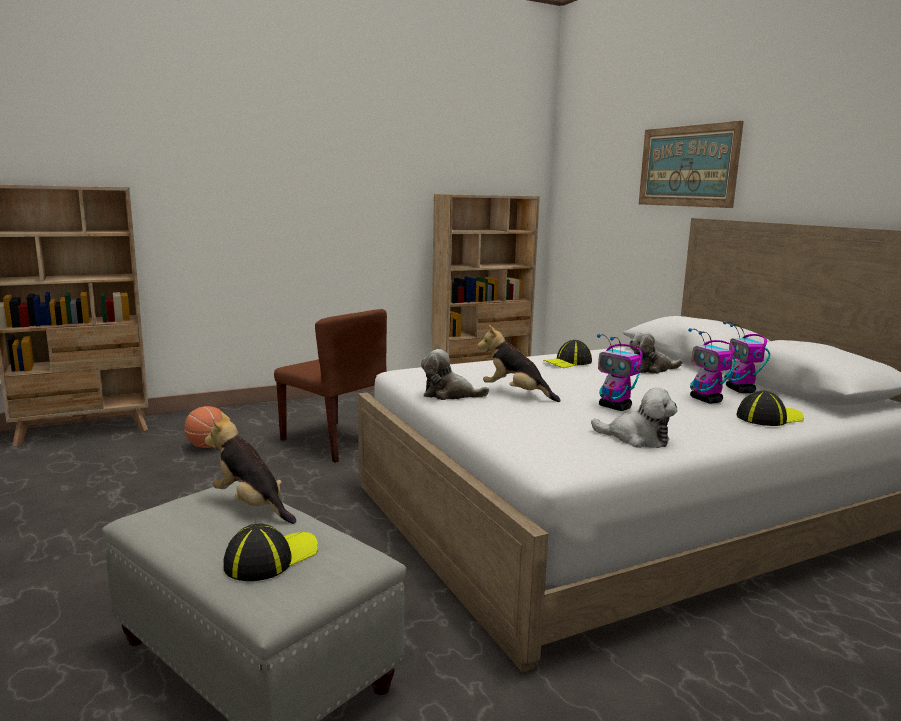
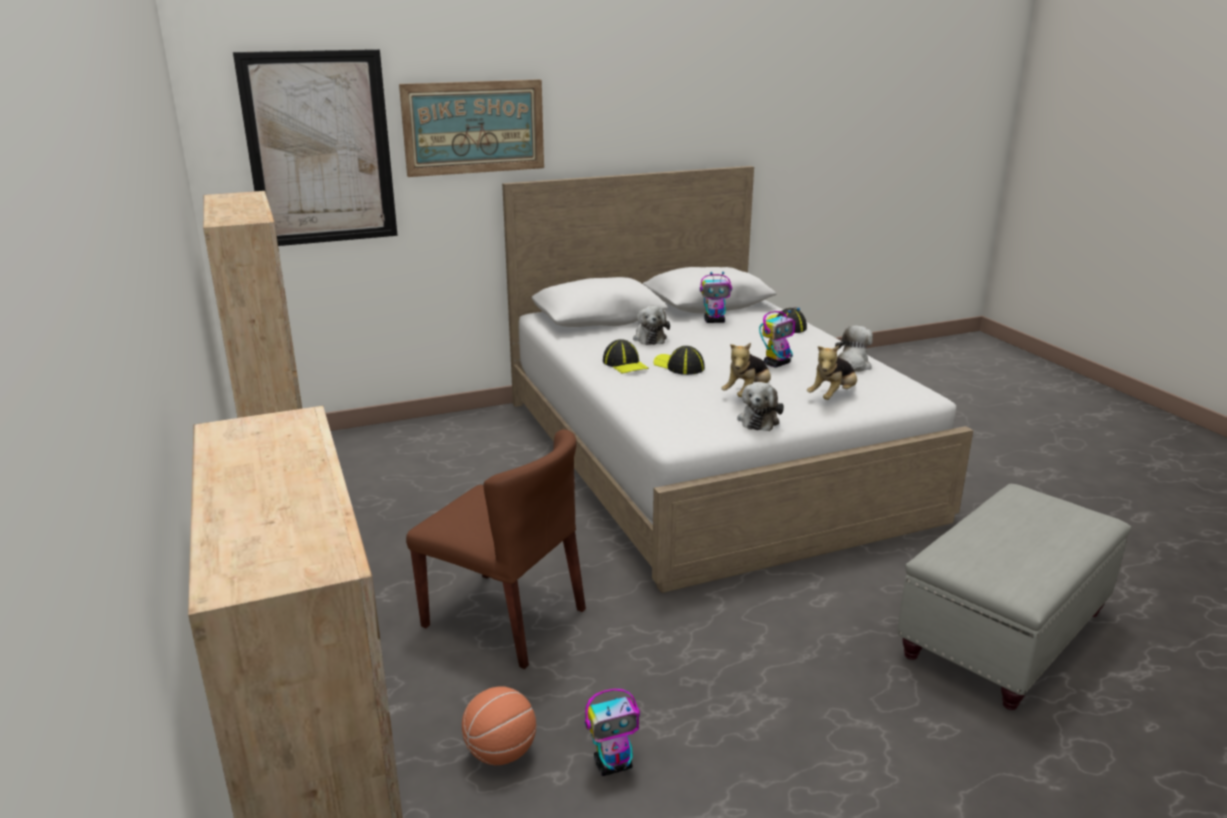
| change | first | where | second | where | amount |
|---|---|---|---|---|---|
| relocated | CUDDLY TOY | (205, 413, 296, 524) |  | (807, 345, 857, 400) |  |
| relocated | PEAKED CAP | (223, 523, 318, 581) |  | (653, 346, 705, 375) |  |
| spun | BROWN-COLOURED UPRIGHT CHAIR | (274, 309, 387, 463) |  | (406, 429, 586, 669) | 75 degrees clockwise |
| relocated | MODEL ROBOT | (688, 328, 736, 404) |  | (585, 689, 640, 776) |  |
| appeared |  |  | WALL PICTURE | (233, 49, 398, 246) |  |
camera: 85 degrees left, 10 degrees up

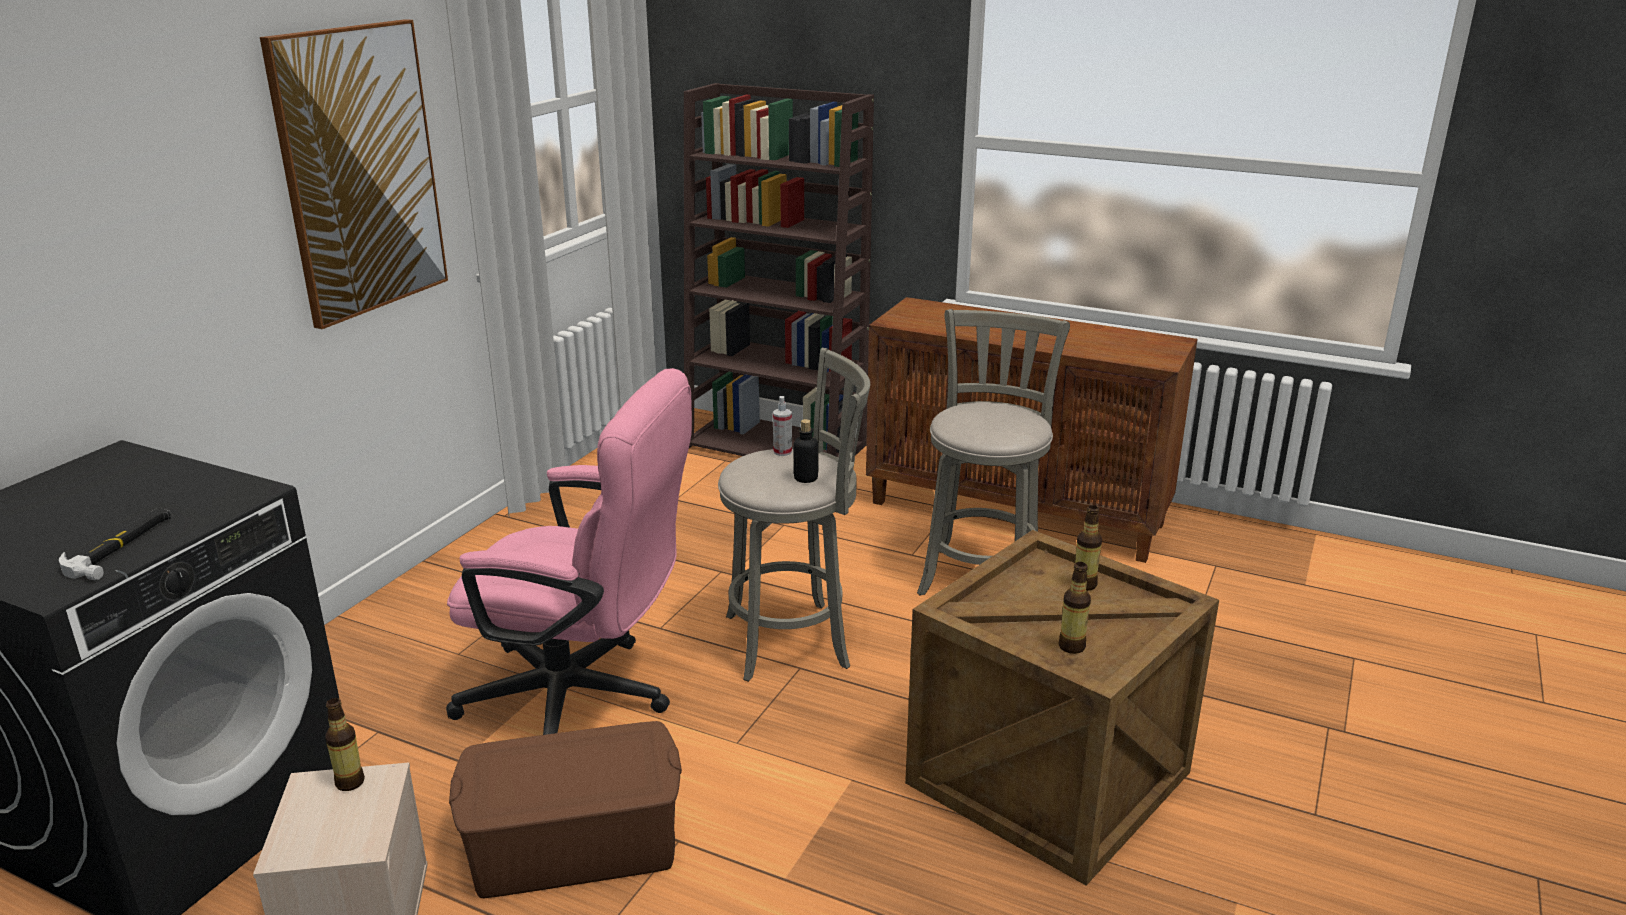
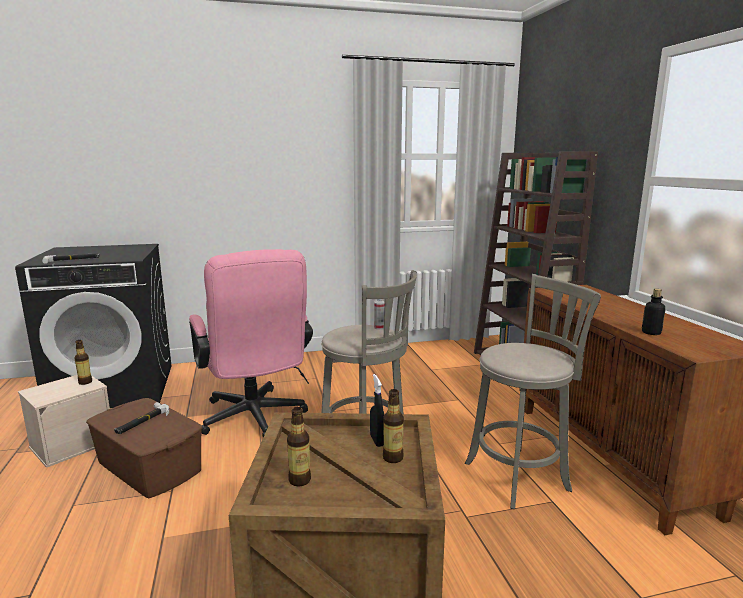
| change | first | where | second | where | amount |
|---|---|---|---|---|---|
| missing | WALL PICTURE | (260, 19, 448, 329) |  |  |  |
| relocated | BEVERAGE BOTTLE | (793, 419, 818, 483) |  | (642, 289, 665, 335) |  |
| appeared |  |  | HAMMER | (114, 402, 169, 434) |  |
| appeared |  |  | BLACKISH SPRAYER | (370, 374, 384, 447) |  |
camera: 50 degrees right, 10 degrees down

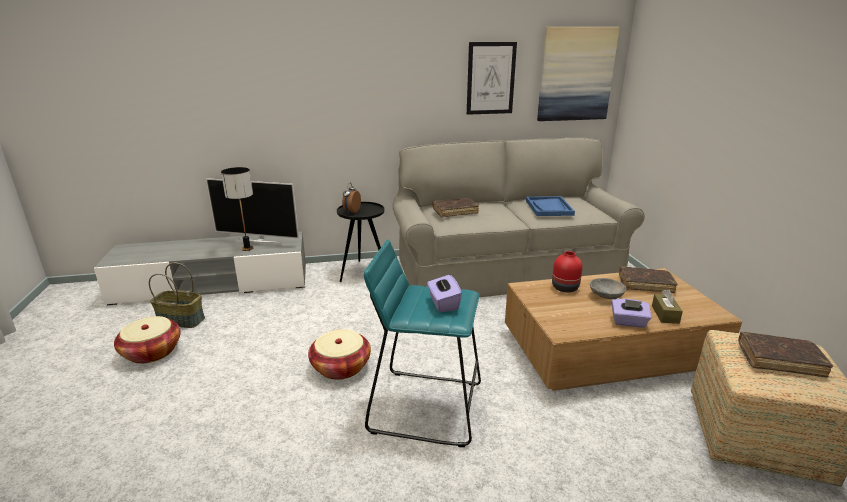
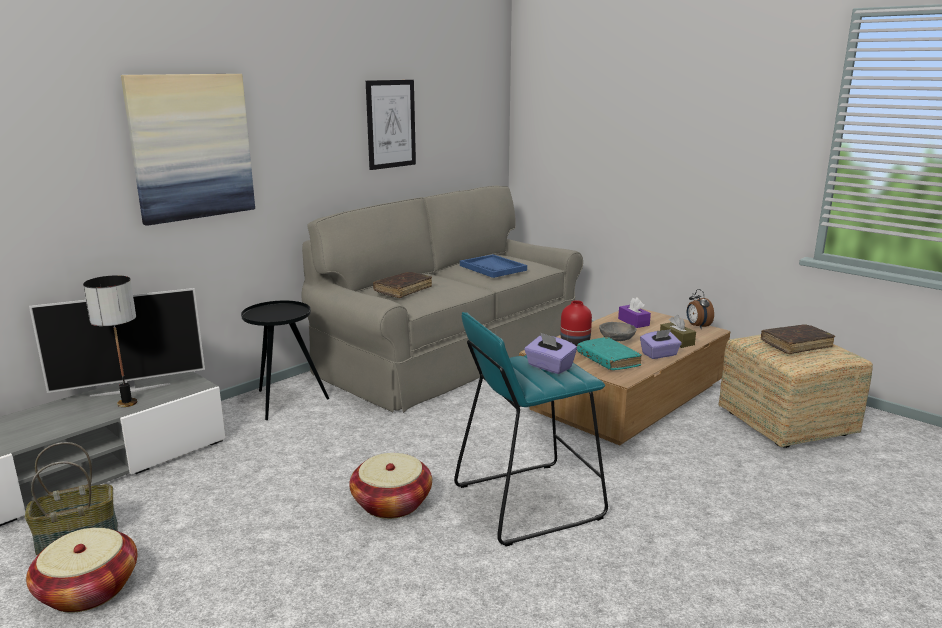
| change | first | where | second | where | amount |
|---|---|---|---|---|---|
| relocated | BEDSIDE CLOCK | (342, 183, 361, 214) |  | (687, 289, 714, 329) |  |
| relocated | WALL PICTURE | (537, 27, 620, 121) |  | (121, 74, 255, 226) |  |
| exchanged | BROWN-COLOURED VOLUME | (619, 266, 678, 293) | PURPLE BOX OF TISSUES | (618, 297, 651, 328) |  |
| appeared |  |  | TURQUOISE VOLUME | (577, 337, 642, 370) |  |
camera: 35 degrees left, 5 degrees down

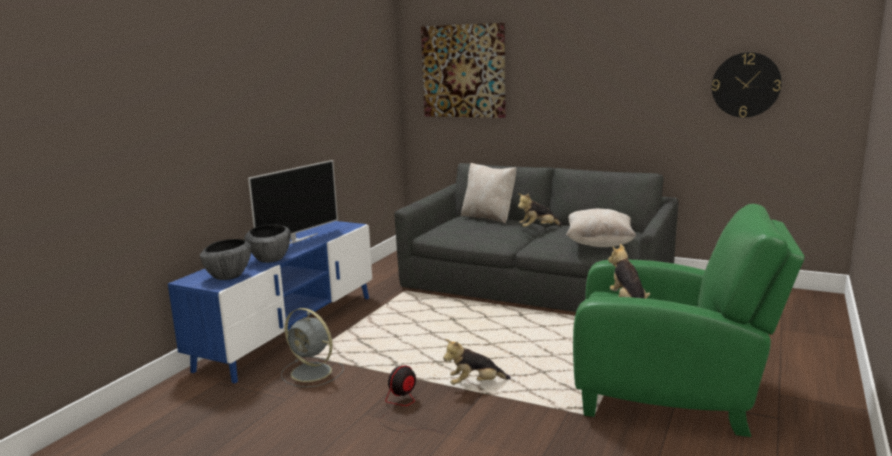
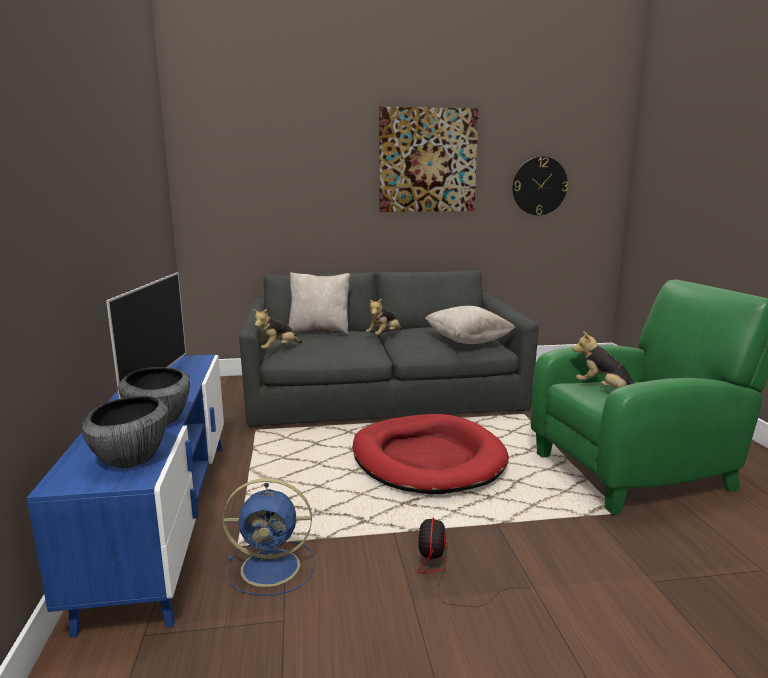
| change | first | where | second | where | amount |
|---|---|---|---|---|---|
| colour | GREYISH ELECTRIC FAN | (281, 308, 344, 387) | BLUE ELECTRIC FAN | (223, 478, 315, 595) |  |
| relocated | WALL PICTURE | (421, 23, 506, 118) |  | (379, 107, 479, 212) |  |
| relocated | CUDDLY TOY | (443, 339, 511, 385) |  | (253, 309, 302, 349) |  |
| appeared |  |  | REDDISH DOG BED | (352, 414, 509, 494) |  |
camera: 35 degrees left, 0 degrees up

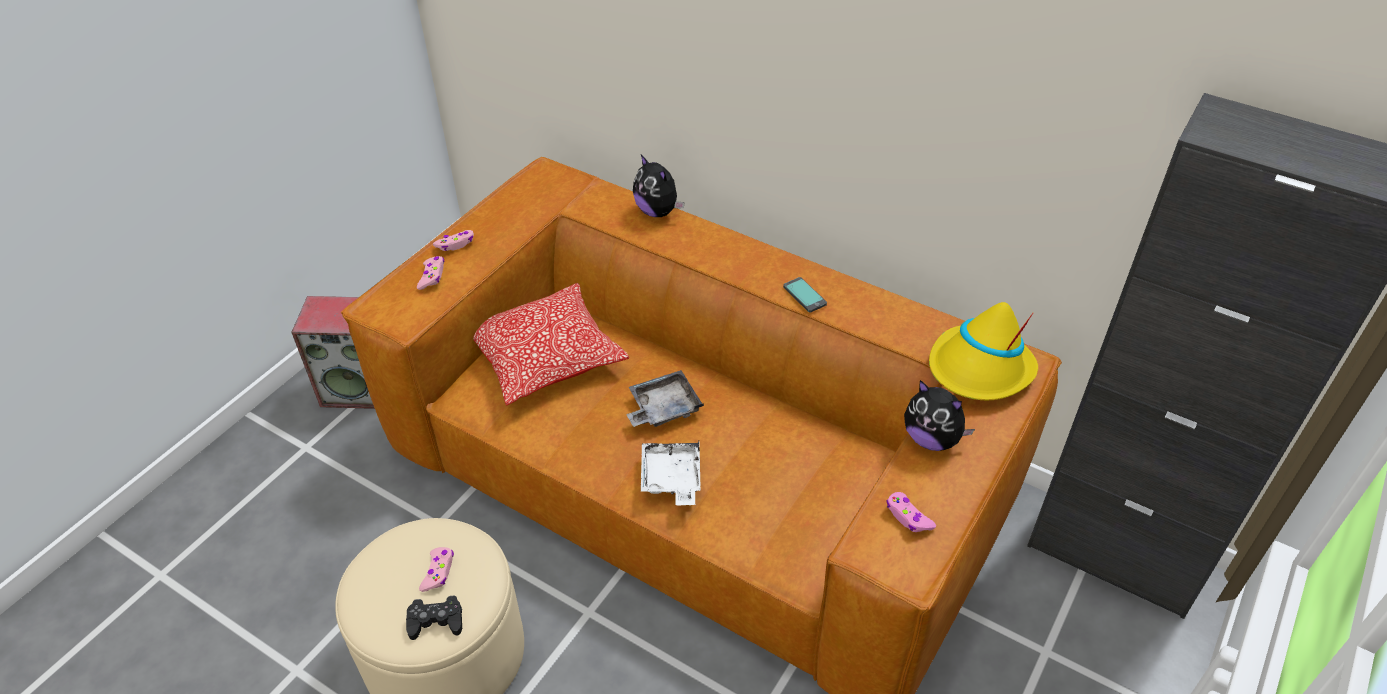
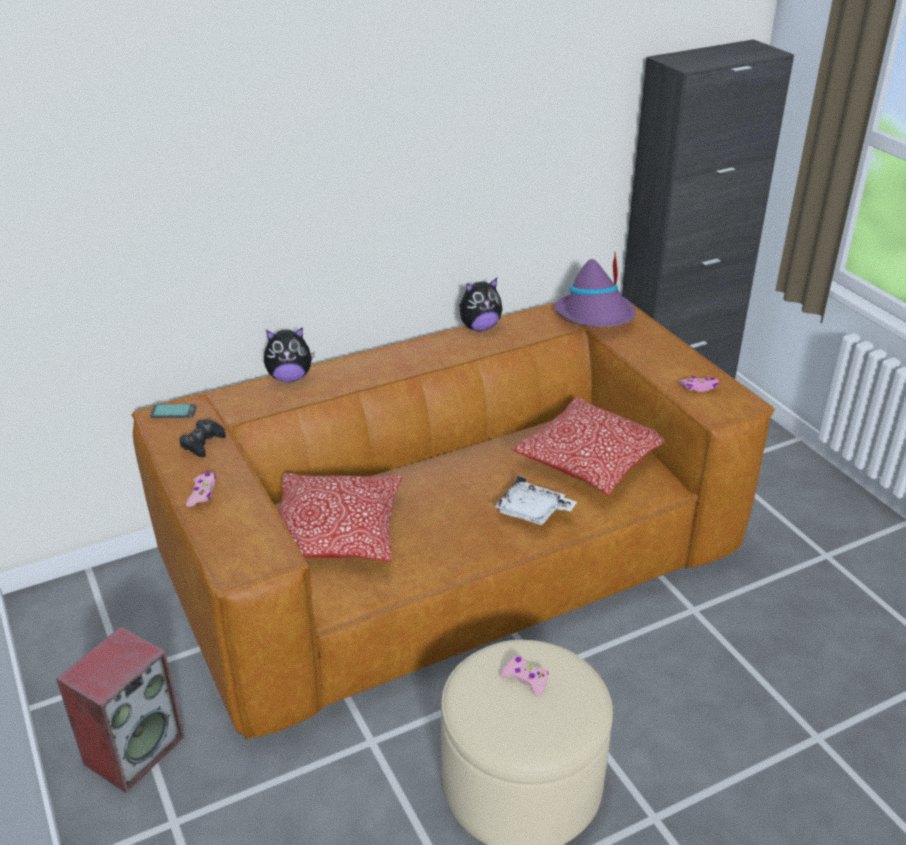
| change | first | where | second | where | amount |
|---|---|---|---|---|---|
| relocated | BLACKISH GAME CONTROLLER | (406, 595, 462, 640) |  | (179, 419, 226, 457) |  |
| missing | PINK GAME CONTROLLER | (417, 256, 444, 290) |  |  |  |
| missing | GREYISH SERVING TRAY | (626, 370, 704, 427) |  |  |  |
| relocated | HANDSET | (783, 277, 827, 312) |  | (150, 404, 196, 418) |  |
| relocated | CUDDLY TOY | (904, 380, 975, 451) |  | (459, 278, 503, 331) |  |
| colour | YELLOW CLOTHING HAT | (929, 302, 1038, 400) | PURPLE CLOTHING HAT | (555, 253, 636, 327) |  |
| appeared |  |  | THROW PILLOW | (512, 396, 665, 496) |  |
camera: 60 degrees left, 10 degrees down

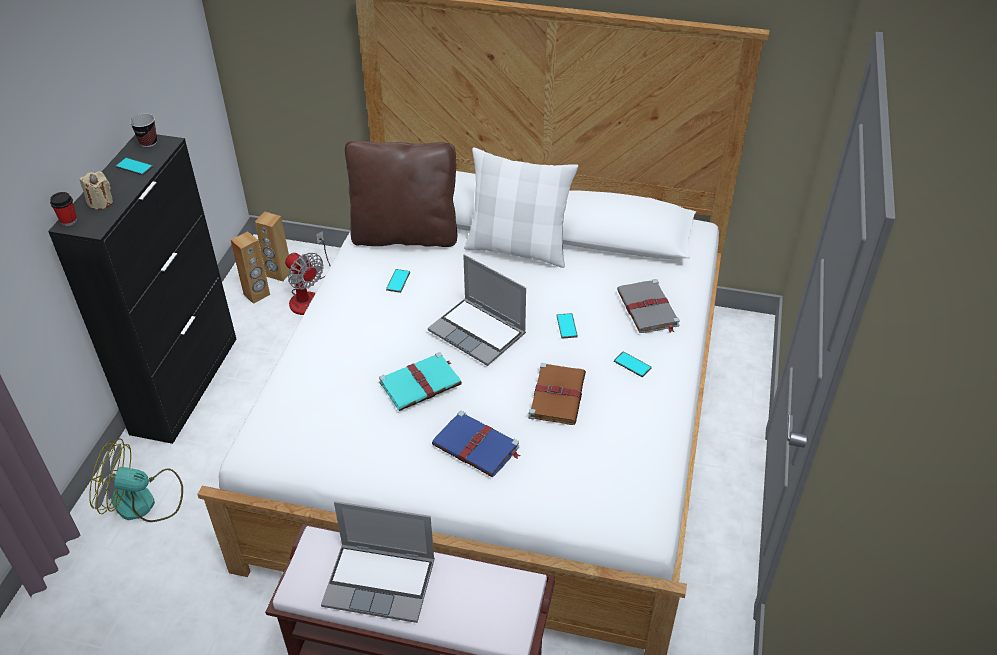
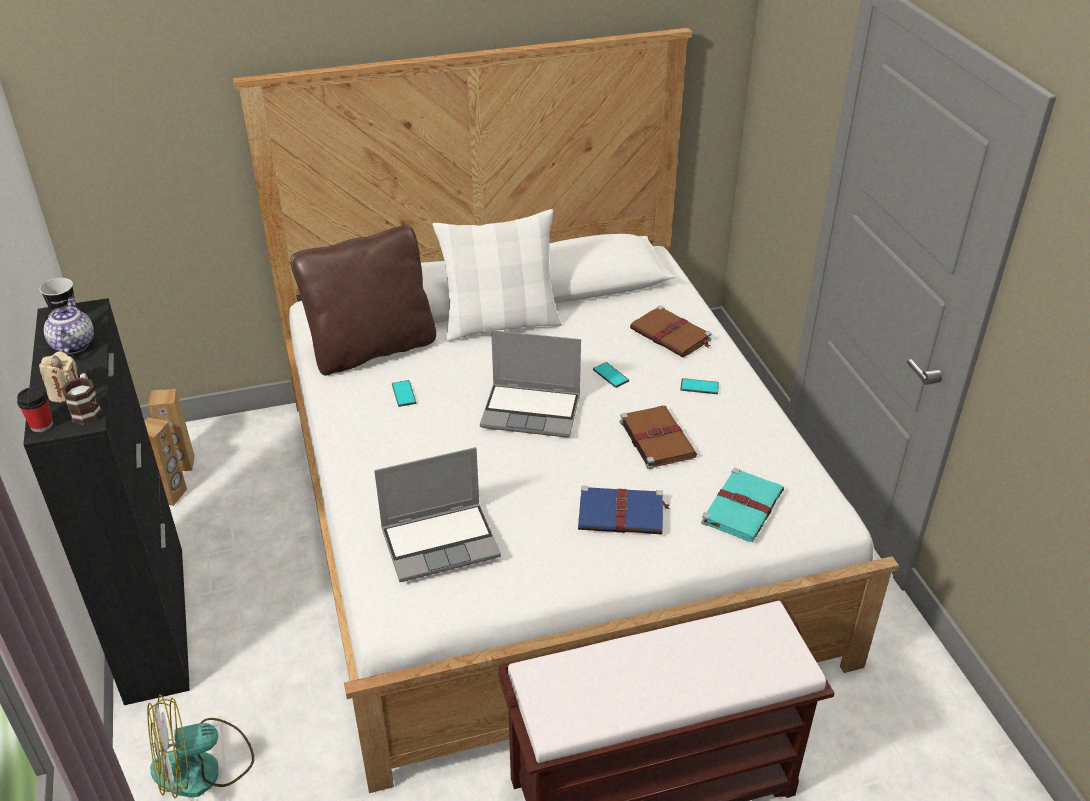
| change | first | where | second | where | amount |
|---|---|---|---|---|---|
| exchanged | HANDSET | (116, 158, 153, 176) | TEA POT | (43, 297, 94, 354) |  |
| missing | ELECTRIC FAN | (285, 231, 331, 315) |  |  |  |
| relocated | PORTABLE COMPUTER | (321, 501, 435, 623) |  | (374, 447, 501, 582) |  |
| relocated | TURQUOISE VOLUME | (379, 352, 462, 411) |  | (701, 468, 784, 542) |  |
| colour | GREYISH VOLUME | (617, 279, 680, 333) | BROWN-COLOURED VOLUME | (630, 306, 712, 357) |  |
| appeared |  |  | TEA MUG | (61, 373, 103, 425) |  |
camera: 30 degrees left, 5 degrees down

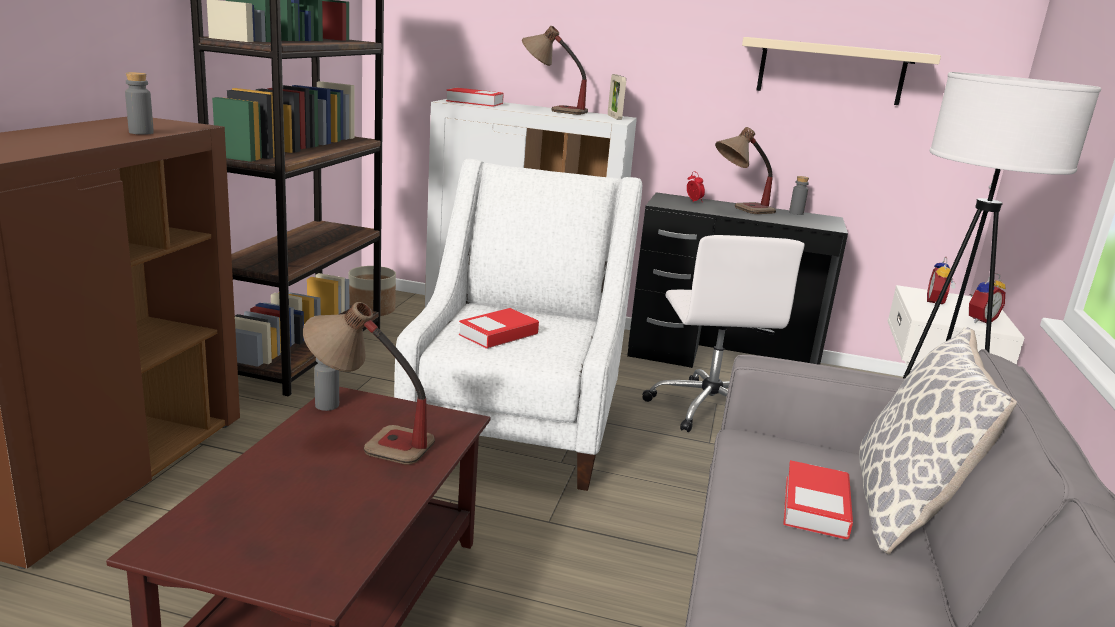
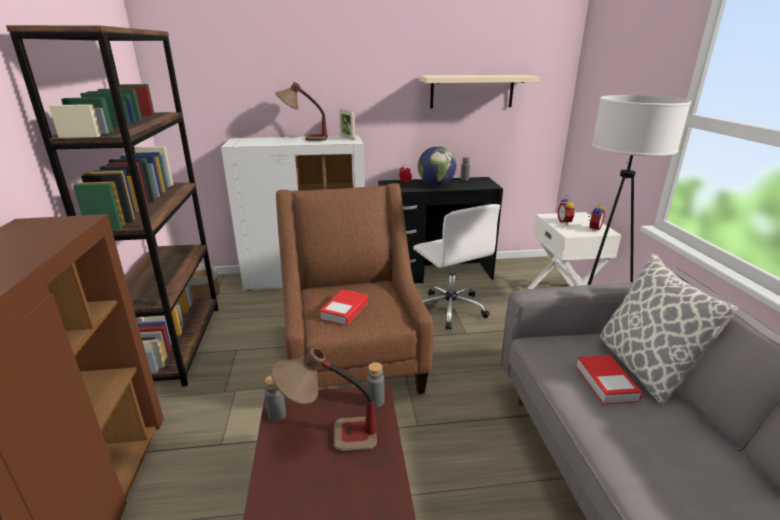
| change | first | where | second | where | amount |
|---|---|---|---|---|---|
| relocated | GREYISH BEVERAGE BOTTLE | (125, 72, 154, 135) |  | (367, 362, 384, 408) |  |
| colour | WHITE ARMCHAIR | (394, 159, 642, 491) | BROWN-COLOURED ARMCHAIR | (276, 183, 434, 394) |  |
| missing | VOLUME | (446, 88, 504, 107) |  |  |  |
| exchanged | LAMP FOR A TABLE | (715, 127, 776, 214) | GLOBE | (418, 146, 456, 186) |  |
camera: 20 degrees left, 5 degrees up

